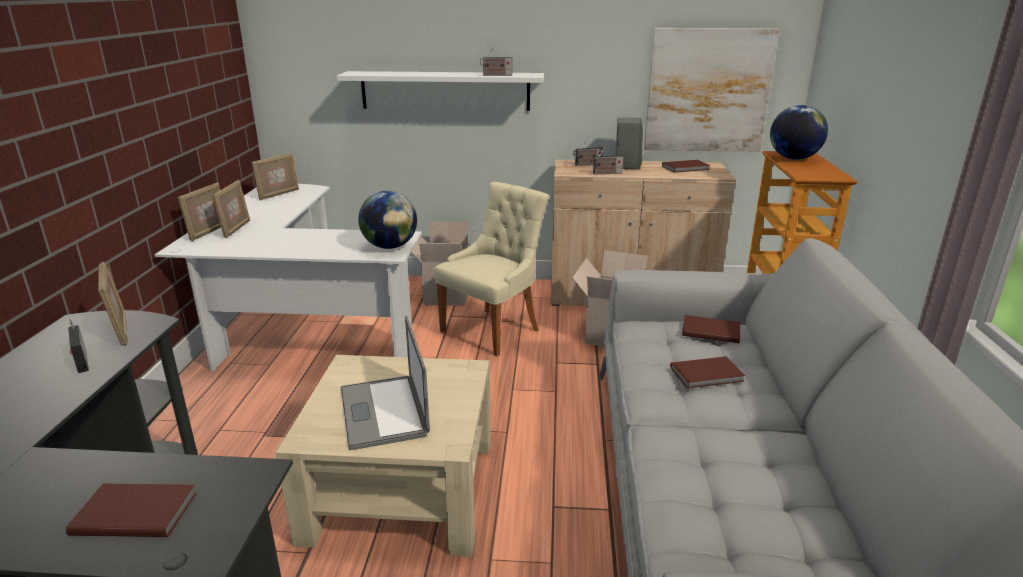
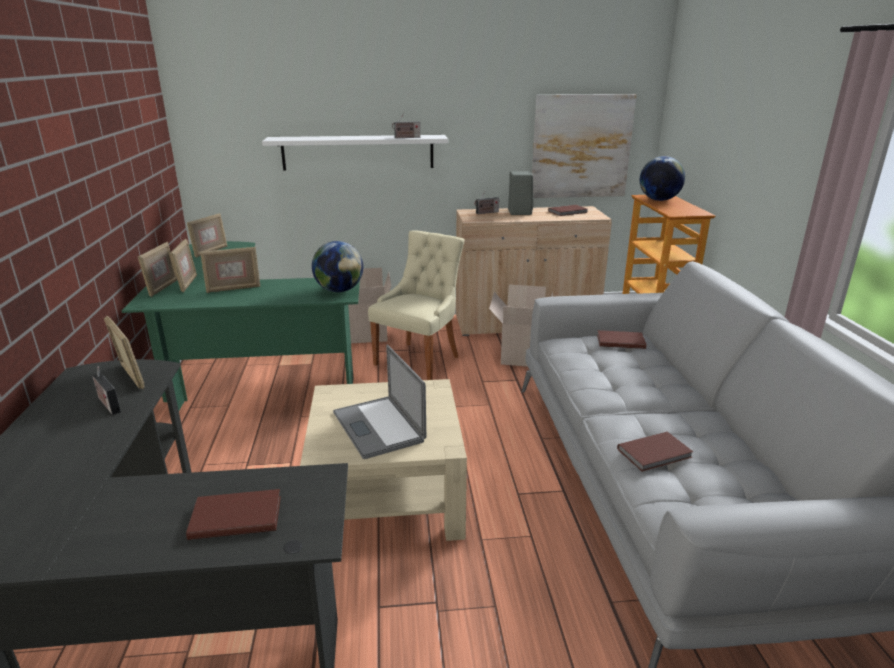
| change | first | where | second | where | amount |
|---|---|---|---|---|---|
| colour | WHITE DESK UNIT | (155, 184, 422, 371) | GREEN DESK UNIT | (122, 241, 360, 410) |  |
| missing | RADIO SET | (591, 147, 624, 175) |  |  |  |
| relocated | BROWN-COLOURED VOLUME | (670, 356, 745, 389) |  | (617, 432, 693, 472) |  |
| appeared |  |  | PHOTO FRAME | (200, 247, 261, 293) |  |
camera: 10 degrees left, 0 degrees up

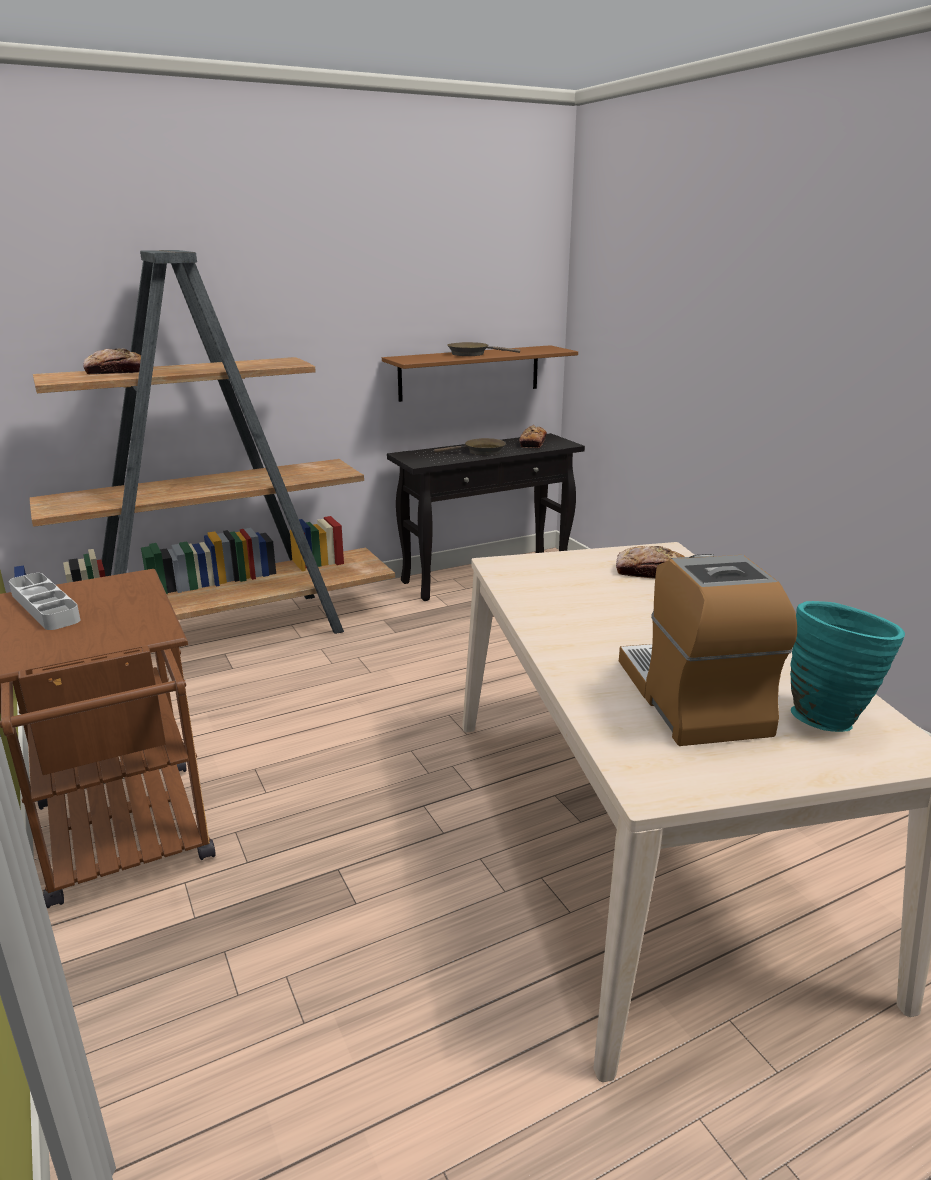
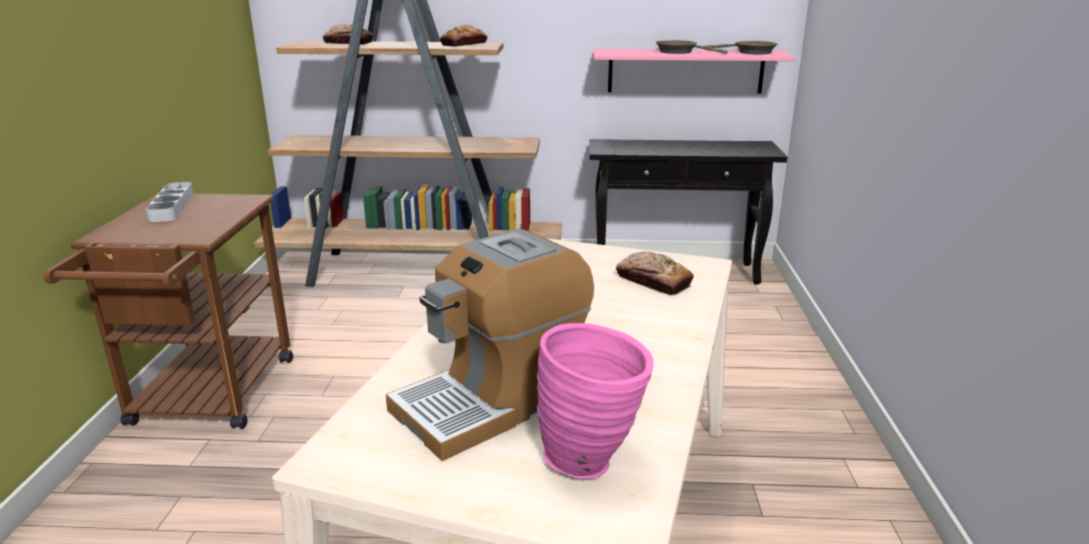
| change | first | where | second | where | amount |
|---|---|---|---|---|---|
| colour | BROWN-COLOURED SHELF | (382, 345, 578, 402) | PINK SHELF | (593, 49, 795, 94) |  |
| relocated | BROWN-COLOURED PAN | (434, 438, 506, 455) |  | (706, 41, 777, 54) |  |
| relocated | BREAD | (519, 425, 547, 448) |  | (440, 25, 488, 47) |  |
| spun | COFFEE BREWER | (619, 554, 797, 746) |  | (386, 228, 594, 461) | 150 degrees counterclockwise |
| colour | TURQUOISE VASE | (790, 601, 905, 732) | PINK VASE | (537, 323, 654, 479) |  |
camera: 30 degrees right, 0 degrees up

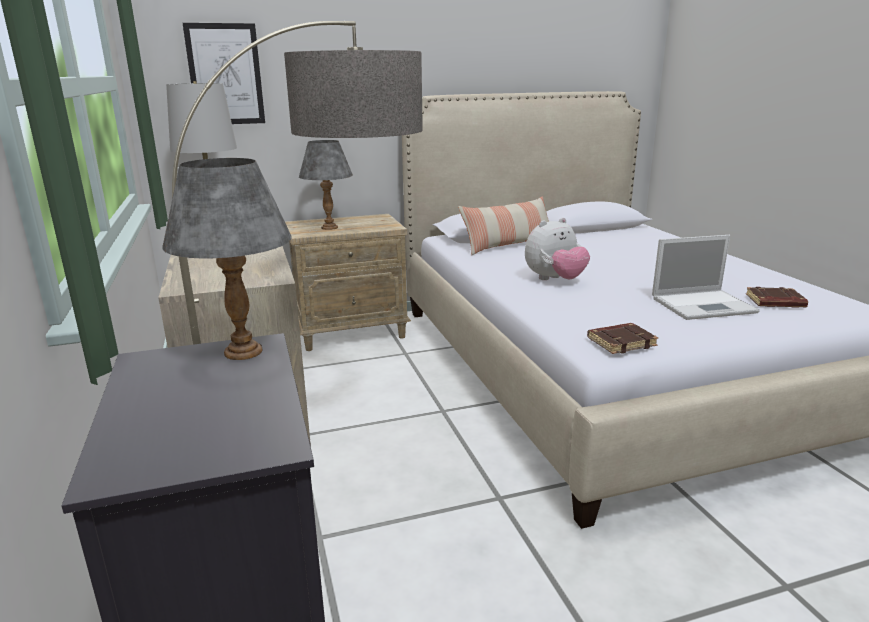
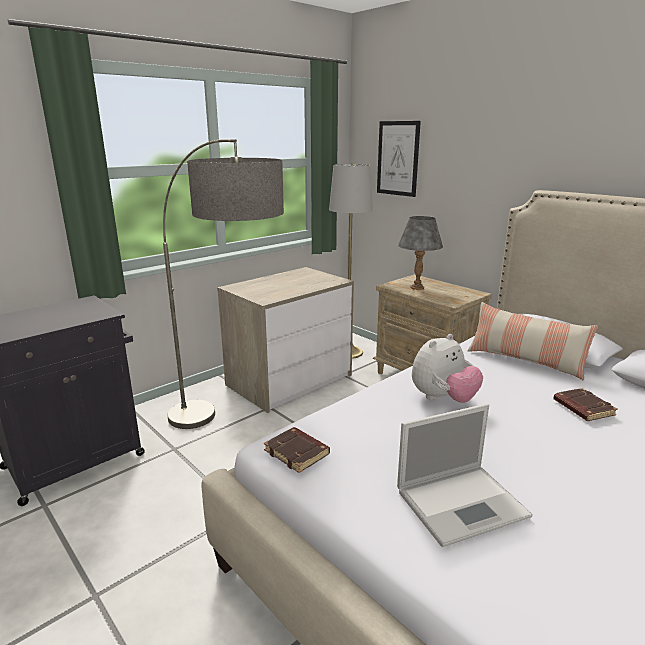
| change | first | where | second | where | amount |
|---|---|---|---|---|---|
| missing | GREYISH LAMP FOR A TABLE | (162, 158, 292, 360) |  |  |  |
| spun | CUDDLY TOY | (525, 218, 590, 280) |  | (412, 334, 483, 403) | 75 degrees counterclockwise |
| spun | PORTABLE COMPUTER | (652, 235, 760, 320) |  | (397, 404, 533, 547) | 75 degrees counterclockwise |
| relocated | BROWN-COLOURED VOLUME | (746, 287, 808, 307) |  | (553, 388, 618, 421) |  |
camera: 65 degrees right, 0 degrees up

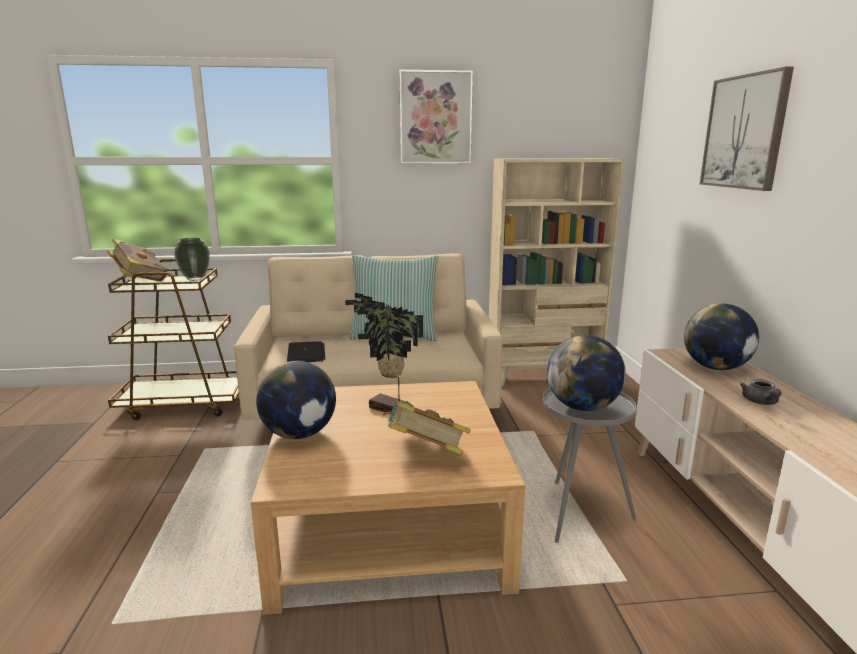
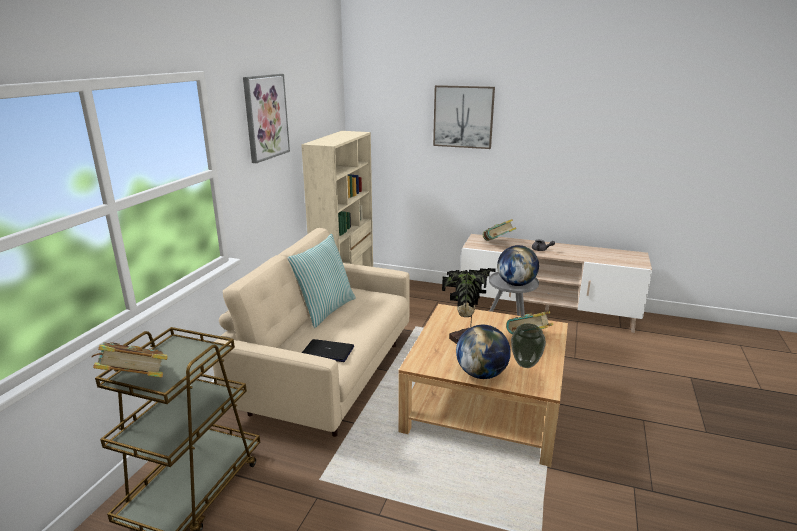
| change | first | where | second | where | amount |
|---|---|---|---|---|---|
| relocated | VASE | (174, 238, 210, 281) |  | (511, 324, 546, 368) |  |
| exchanged | GLOBE | (684, 303, 759, 370) | VOLUME | (483, 219, 516, 241) |  |
camera: 65 degrees left, 5 degrees up

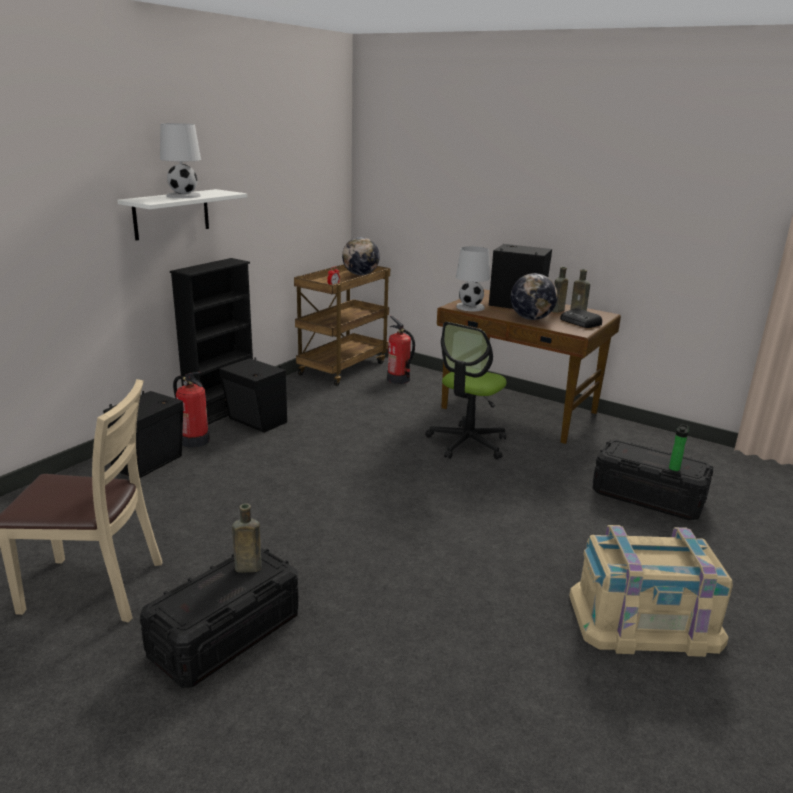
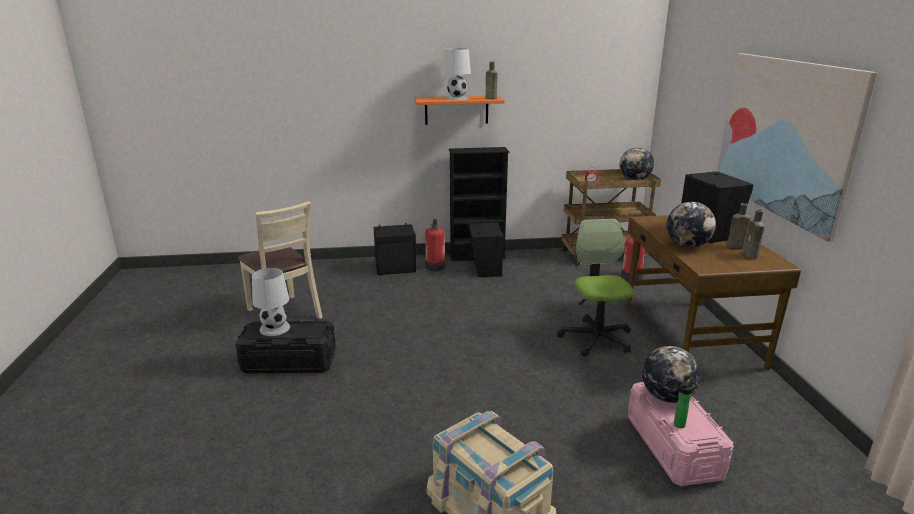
| change | first | where | second | where | amount |
|---|---|---|---|---|---|
| colour | WHITE SHELF | (117, 189, 247, 240) | ORANGE-COLOURED SHELF | (414, 96, 505, 125) |  |
| relocated | BROWN-COLOURED BEVERAGE BOTTLE | (232, 503, 262, 573) |  | (486, 62, 497, 99) |  |
| spun | COMPUTER CHAIR | (425, 322, 507, 459) |  | (557, 219, 634, 357) | 90 degrees clockwise |
| relocated | WHITE LAMP FOR A TABLE | (456, 246, 490, 311) |  | (252, 268, 290, 336) |  |
| missing | RADIO SET | (560, 308, 602, 328) |  |  |  |
| colour | BLACKISH STORAGE CONTAINER | (592, 440, 713, 520) | PINK STORAGE CONTAINER | (628, 382, 734, 486) |  |
| appeared |  |  | GLOBE | (642, 346, 701, 403) |  |
| appeared |  |  | WALL PICTURE | (717, 53, 878, 242) |  |
camera: 50 degrees right, 0 degrees up

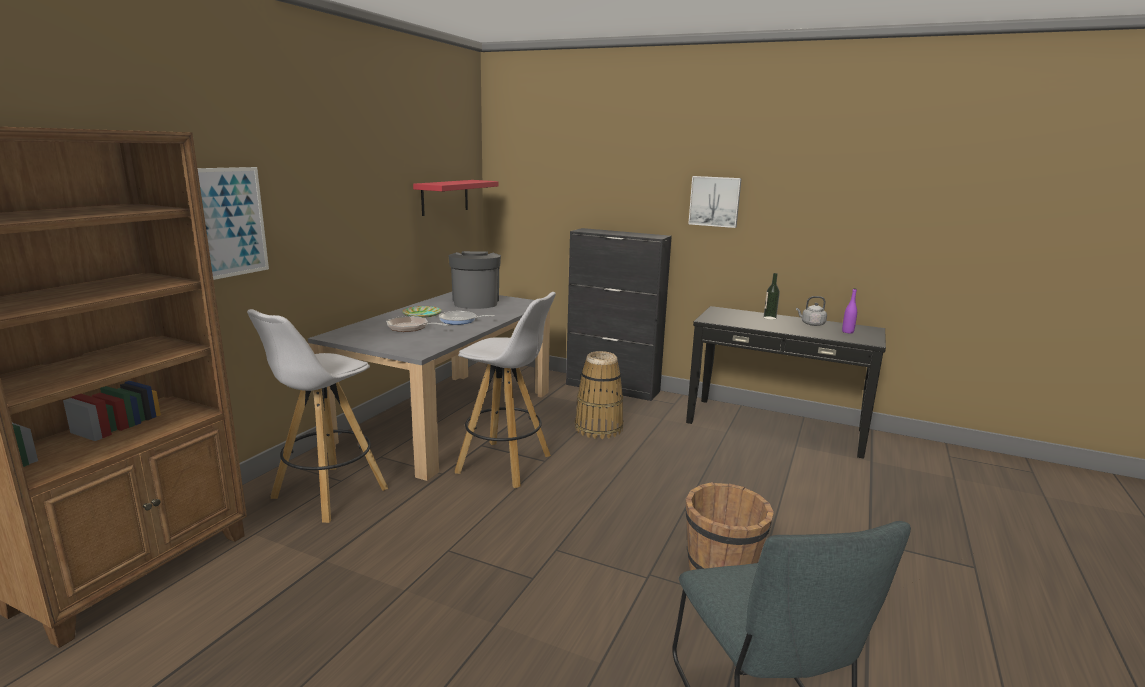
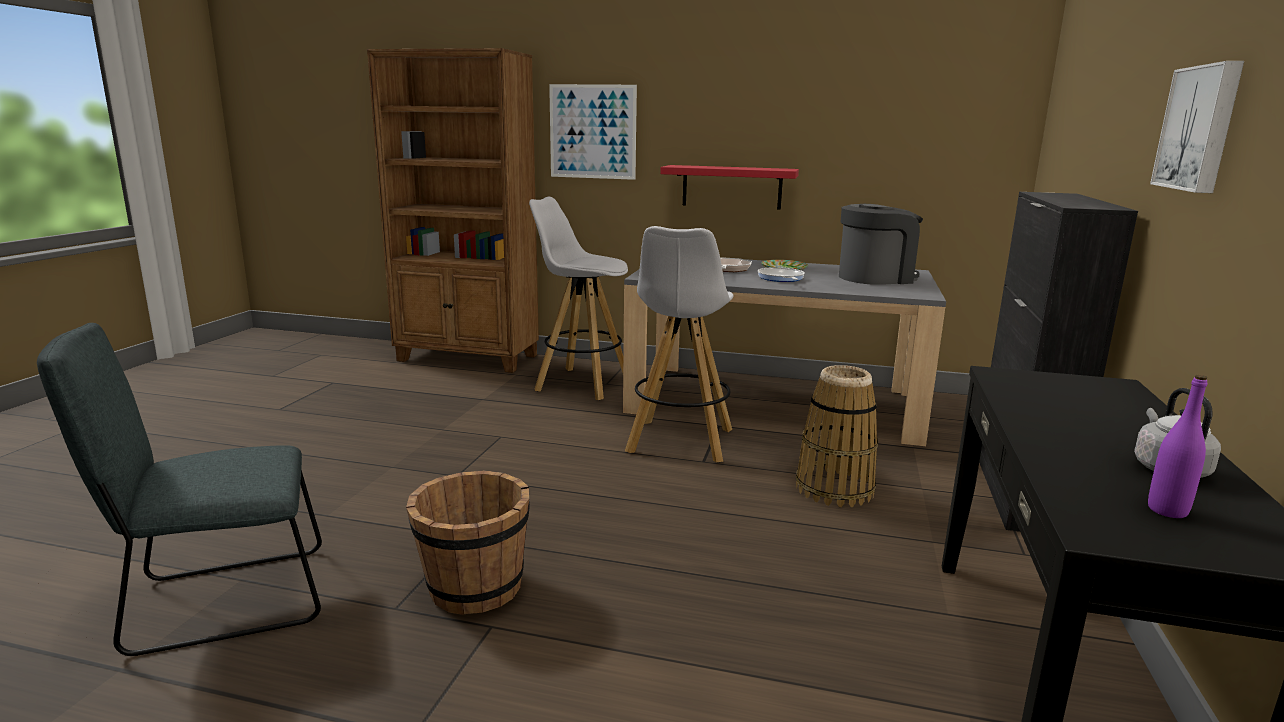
| change | first | where | second | where | amount |
|---|---|---|---|---|---|
| relocated | REDDISH SHELF | (413, 180, 498, 216) |  | (660, 165, 799, 210) |  |
| missing | BEVERAGE BOTTLE | (764, 273, 780, 320) |  |  |  |
camera: 80 degrees right, 0 degrees up

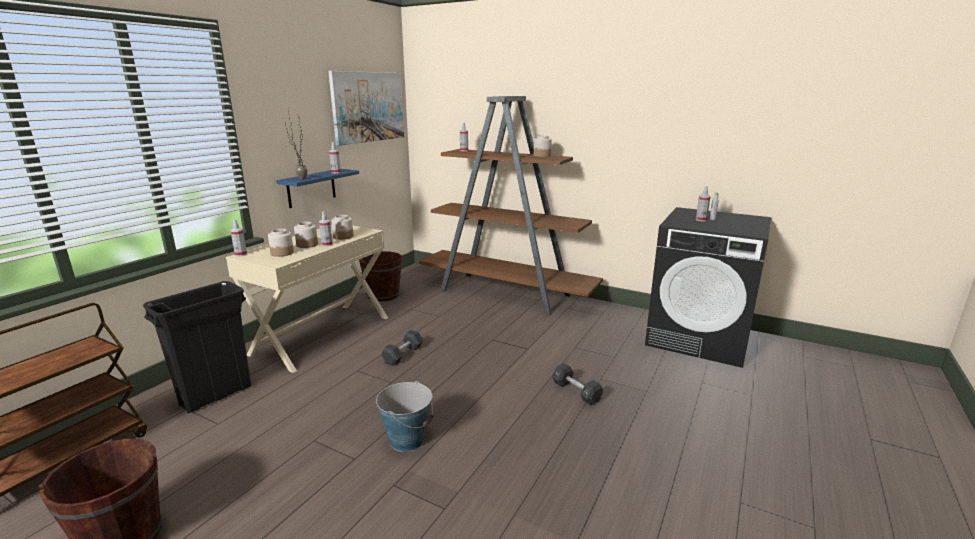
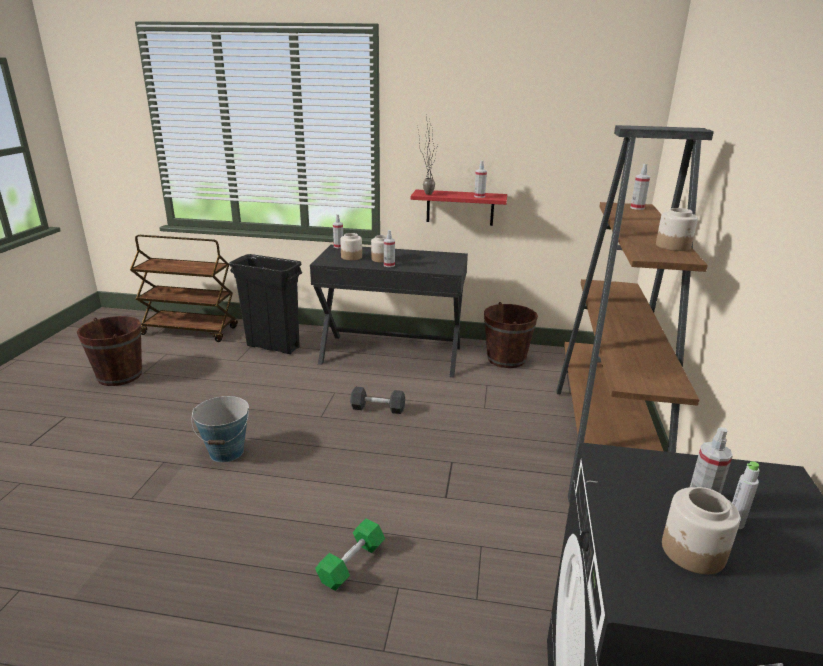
| change | first | where | second | where | amount |
|---|---|---|---|---|---|
| colour | SAND-COLOURED DESK UNIT | (226, 225, 388, 373) | BLACKISH DESK UNIT | (310, 245, 468, 377) |  |
| colour | BLUE SHELF | (276, 169, 359, 208) | REDDISH SHELF | (411, 190, 507, 226) |  |
| missing | WALL PICTURE | (328, 71, 404, 146) |  |  |  |
| relocated | PRESERVE JAR | (332, 215, 353, 240) |  | (662, 487, 740, 574) |  |
| colour | BLACKISH DUMBBELL | (552, 363, 603, 406) | GREEN DUMBBELL | (315, 518, 385, 591) |  |
camera: 70 degrees right, 5 degrees up

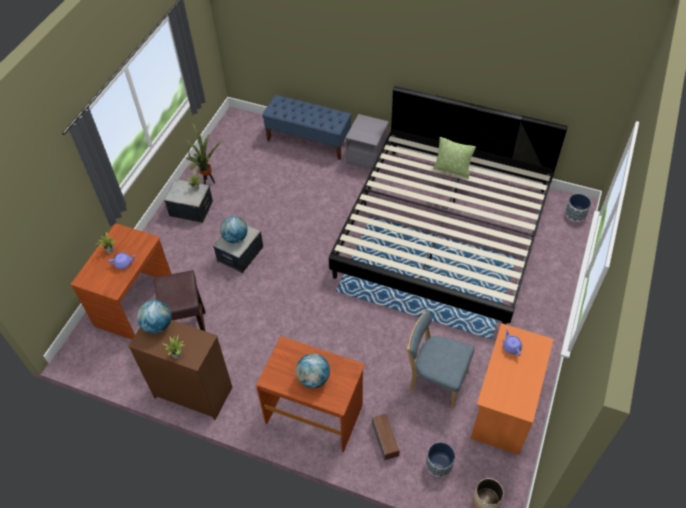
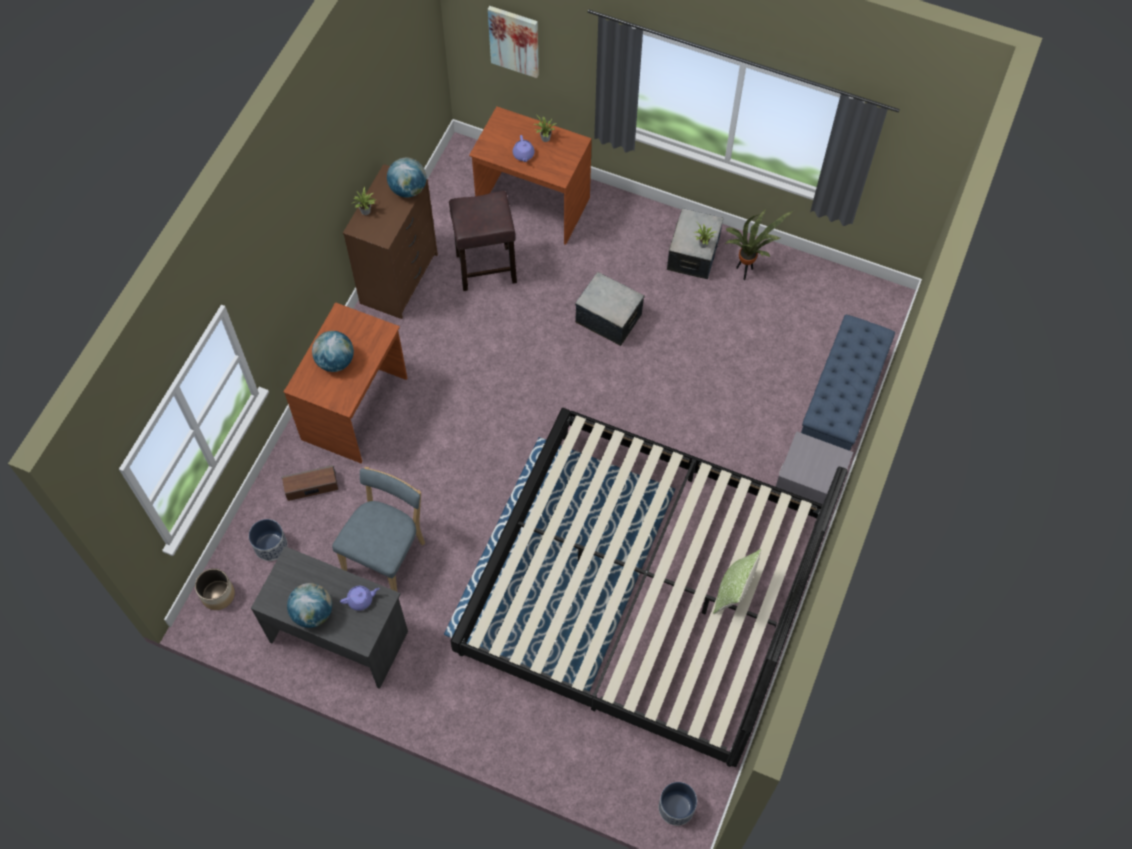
| change | first | where | second | where | amount |
|---|---|---|---|---|---|
| relocated | GLOBE | (220, 216, 248, 243) |  | (287, 583, 332, 628) |  |
| colour | ORANGE-COLOURED DESK UNIT | (470, 323, 554, 455) | GREYISH DESK UNIT | (251, 546, 408, 689) |  |
| appeared |  |  | WALL PICTURE | (488, 6, 539, 78) |  |
camera: 90 degrees right, 10 degrees up

